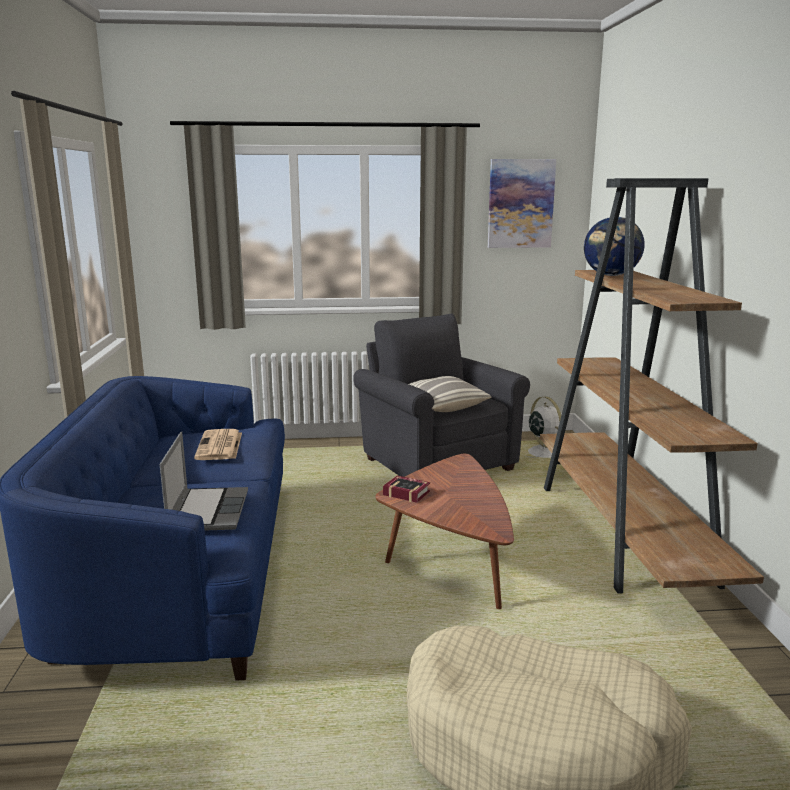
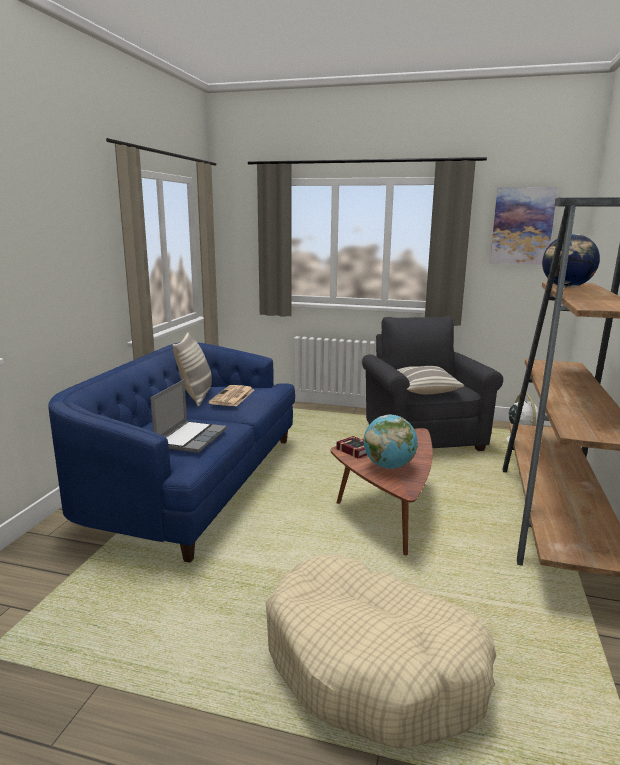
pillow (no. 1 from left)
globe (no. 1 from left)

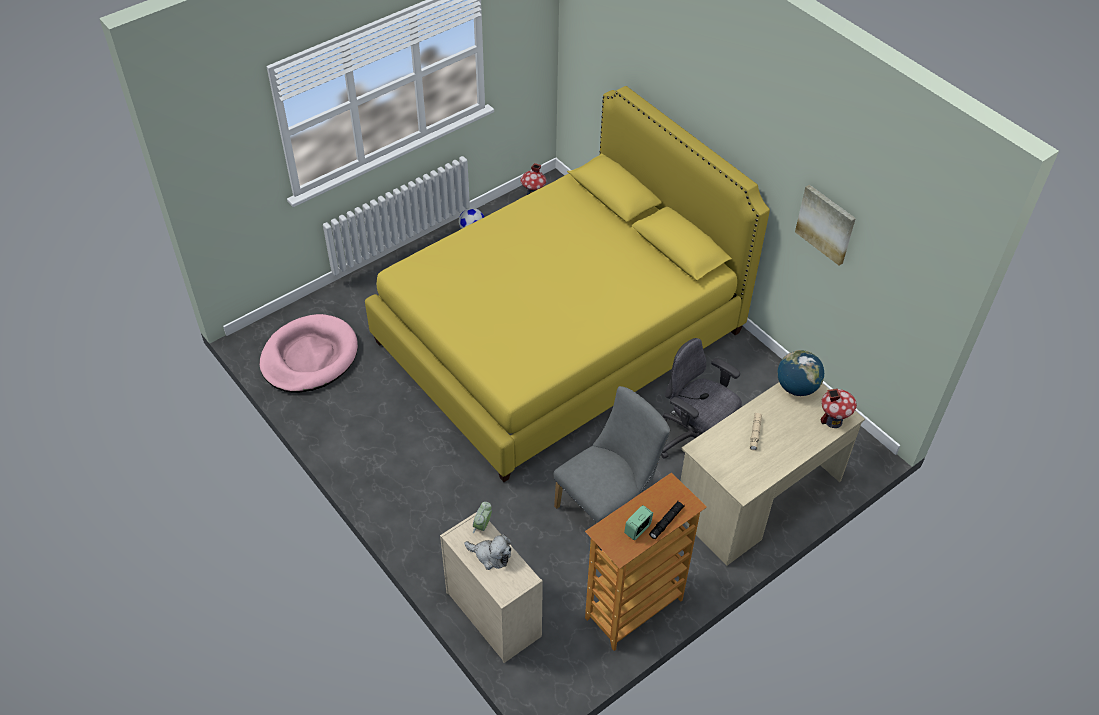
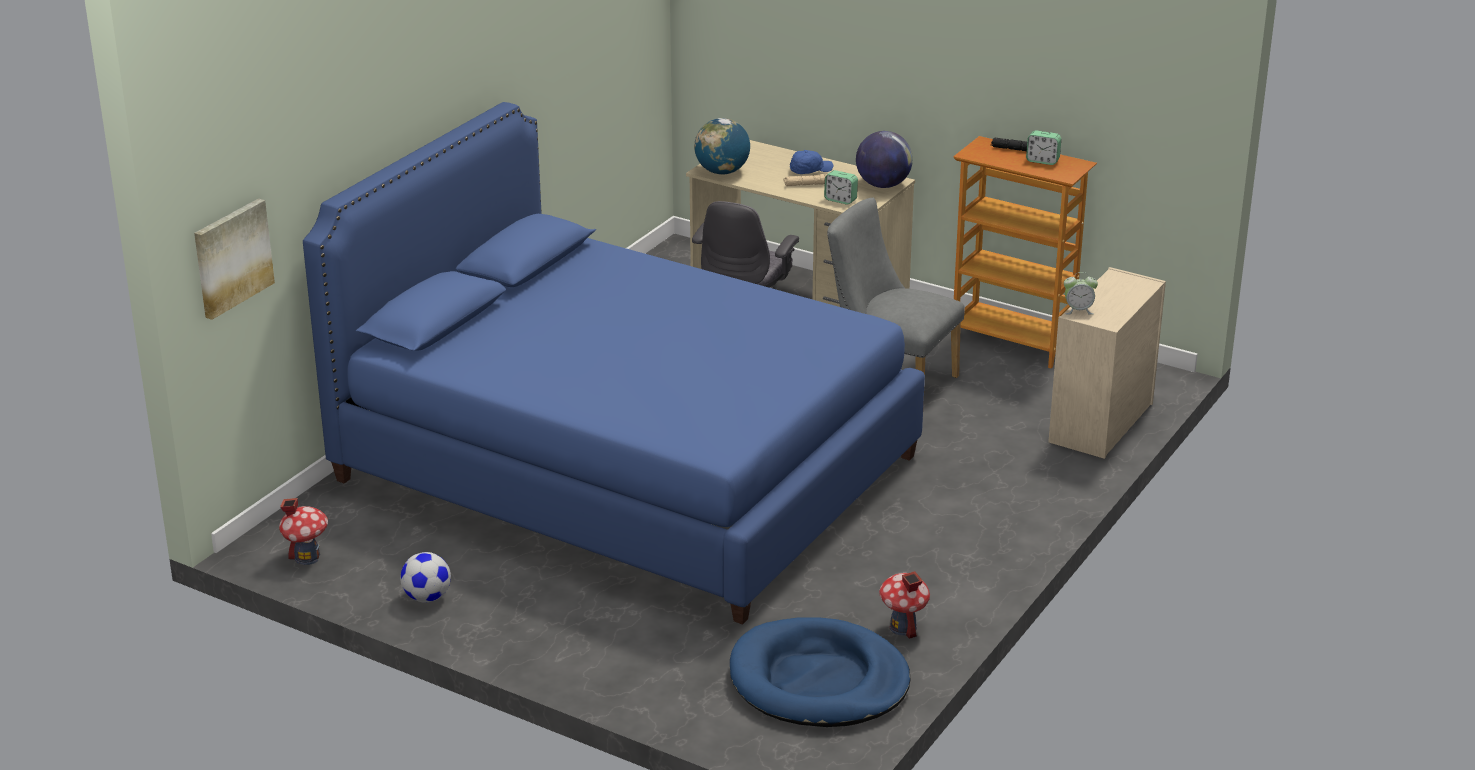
blue dog bed
blue bed
plush toy
picture
toy house (no. 2 from left)
blue cap
alarm clock (no. 1 from left)
globe (no. 2 from left)

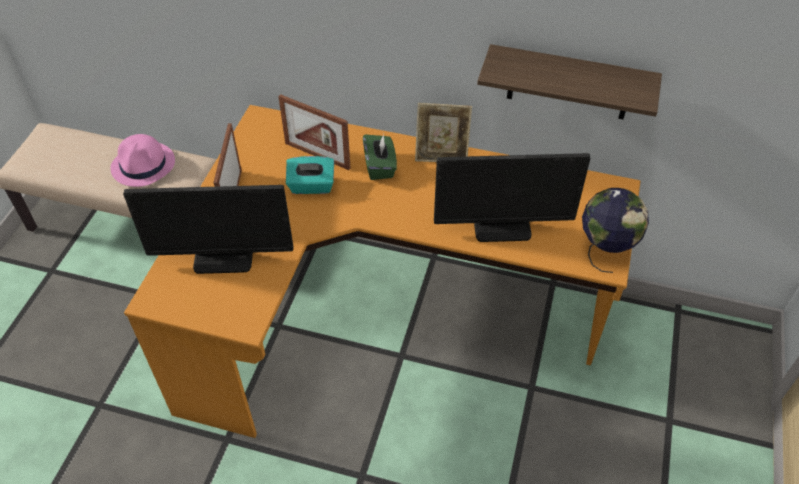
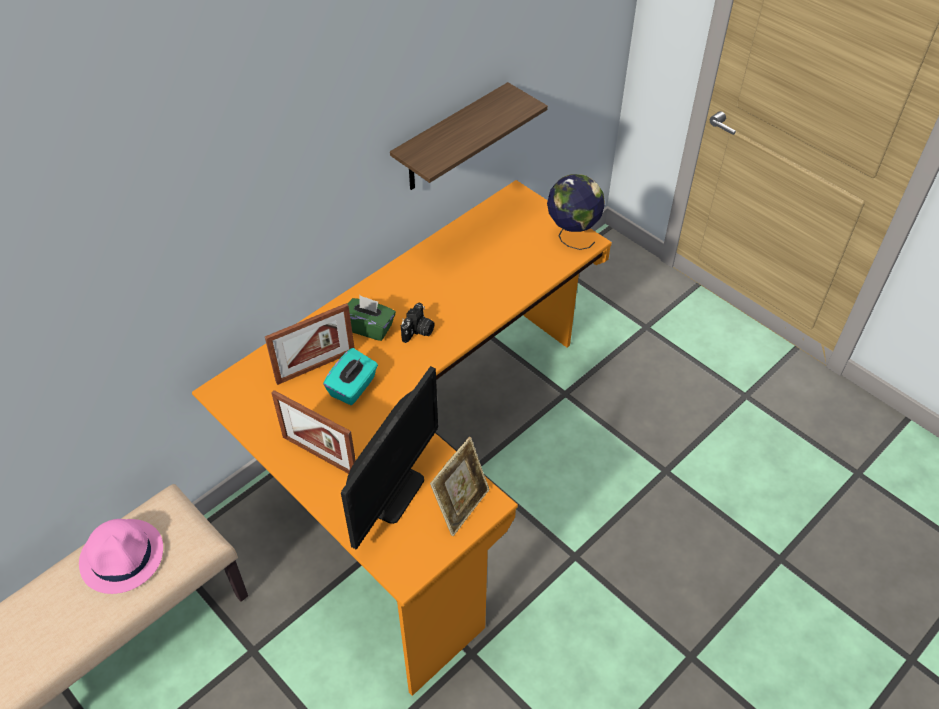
picture frame (no. 3 from left)
monitor (no. 2 from left in the first image)
photo camera

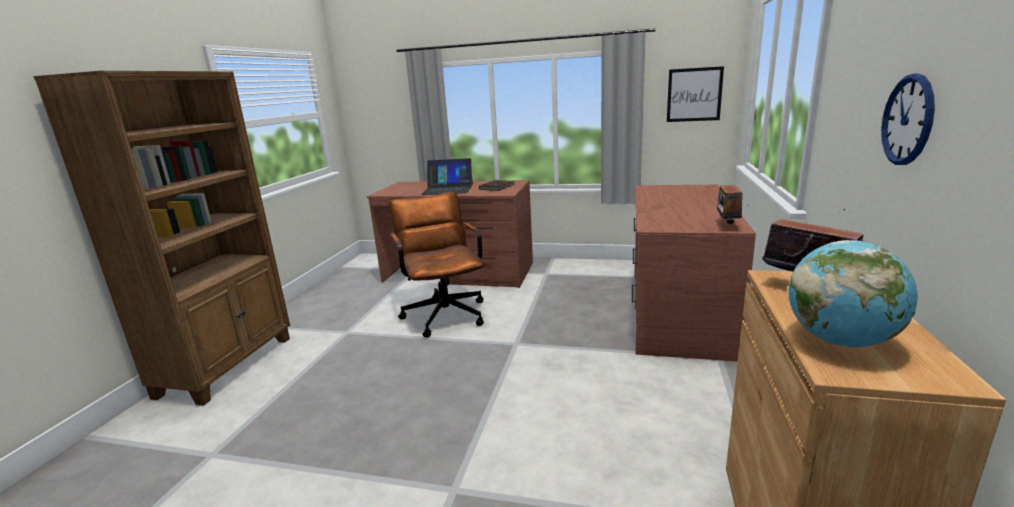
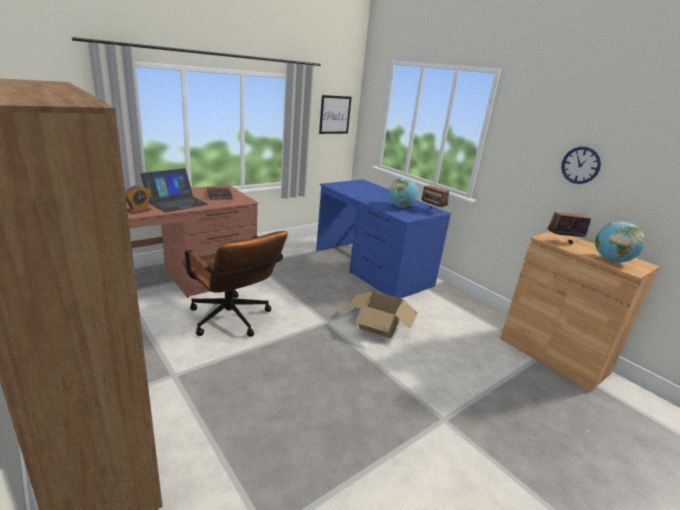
brown office chair
blue desk
alarm clock
cardboard box
globe (no. 1 from left)

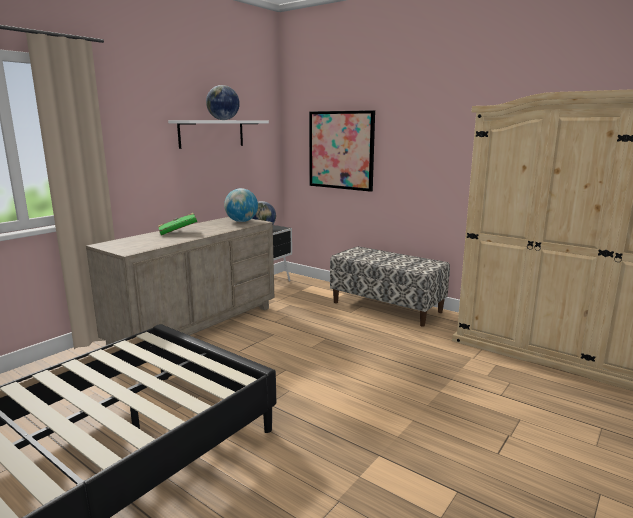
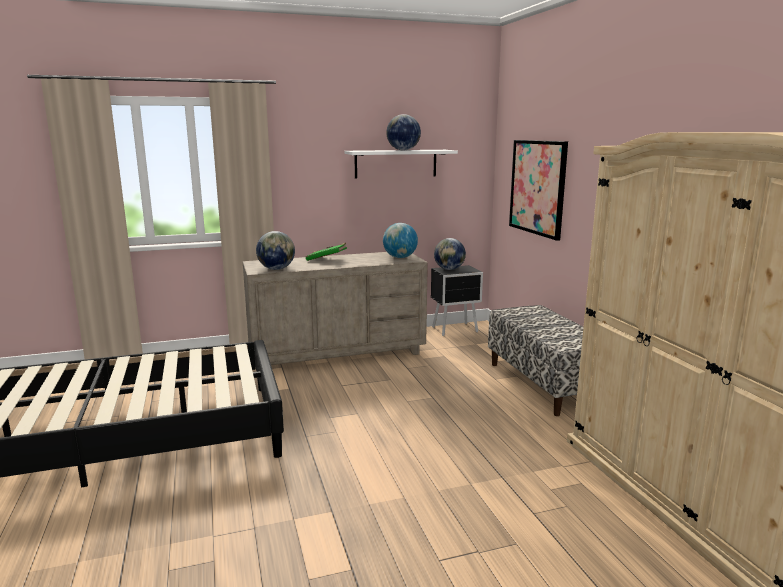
globe (no. 1 from left)

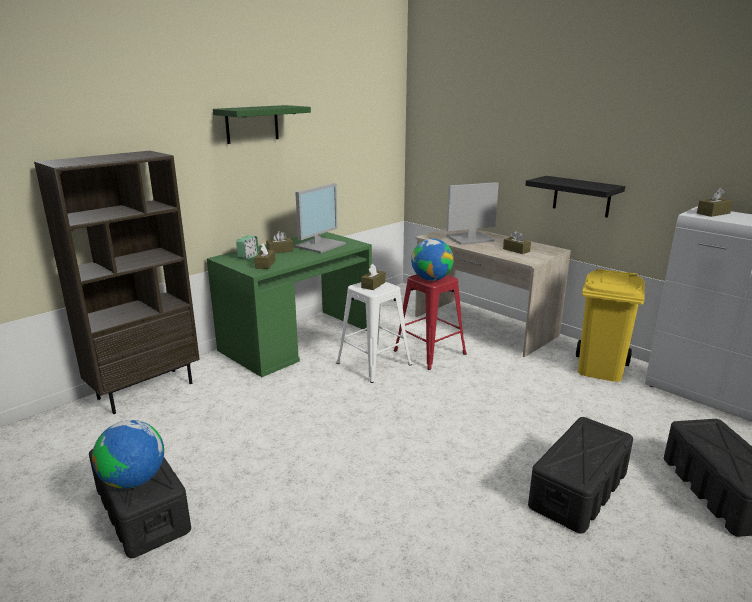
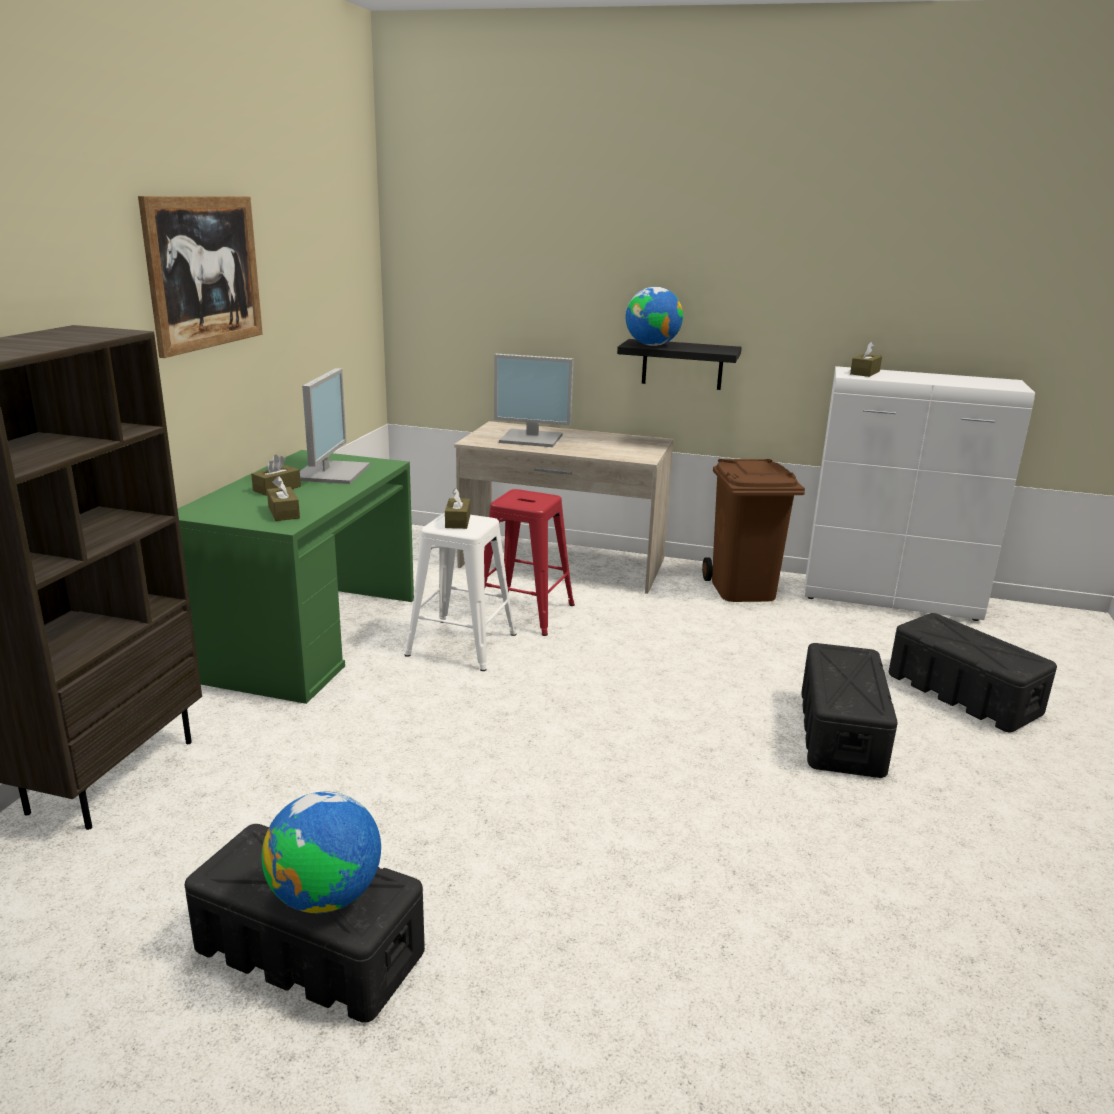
picture
alarm clock
globe (no. 2 from left)
monitor (no. 2 from left)
brown tissue box (no. 4 from left in the first image)
brown trash can

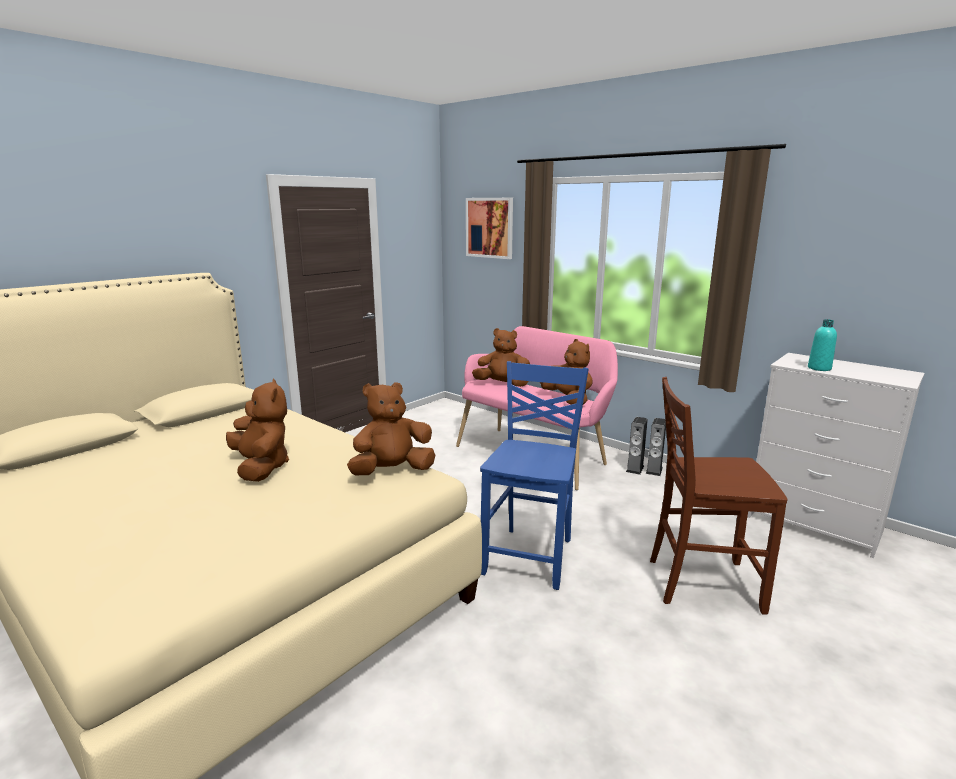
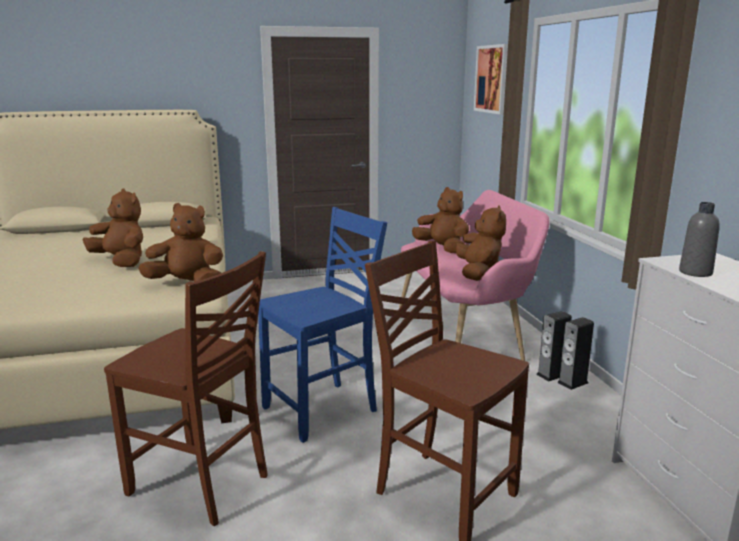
brown plush toy (no. 1 from left)
grey bottle
brown chair (no. 1 from left)

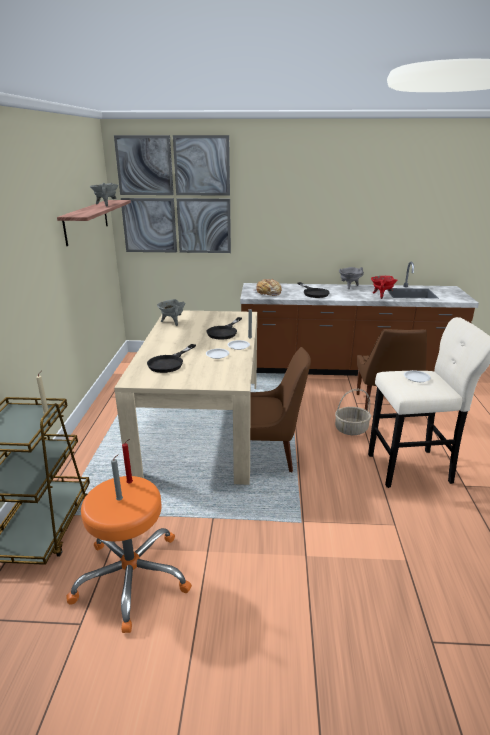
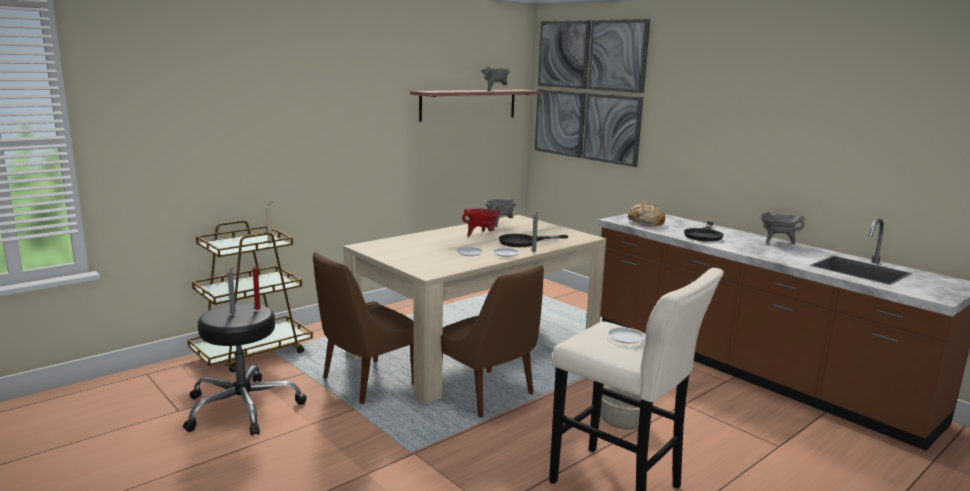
black stool
black frying pan (no. 1 from left in the first image)
brown chair (no. 1 from left)
red cooking pot

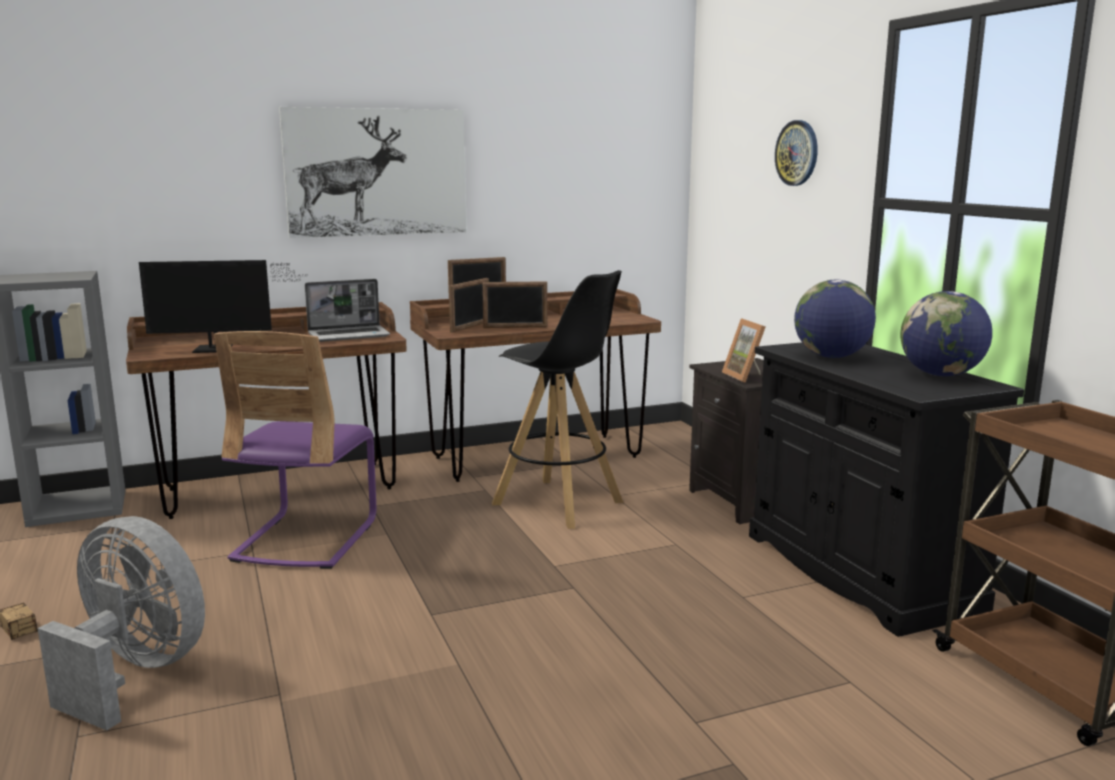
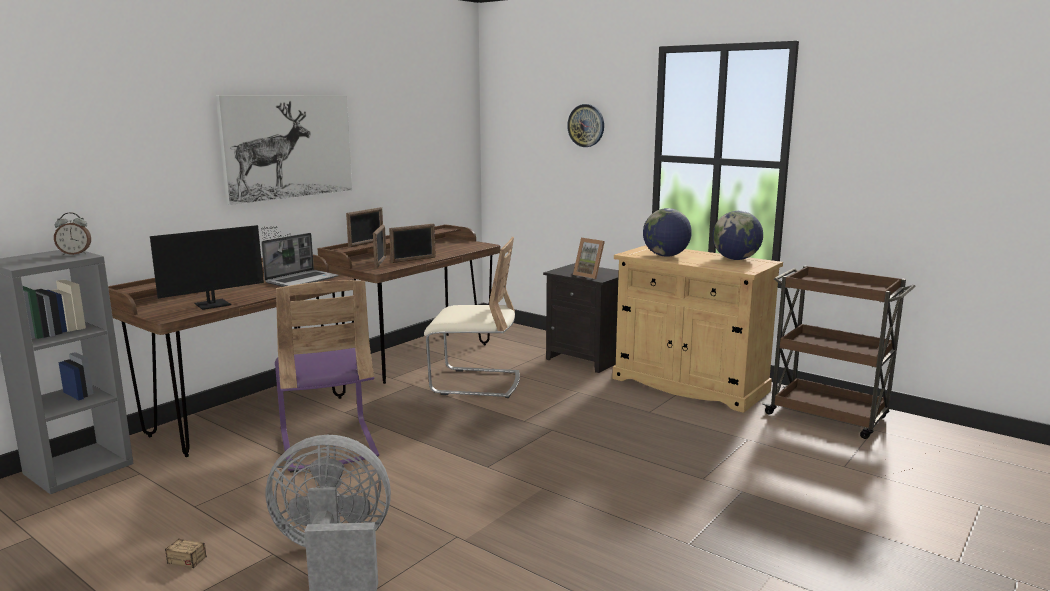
beige chair
beige cabinet
alarm clock

